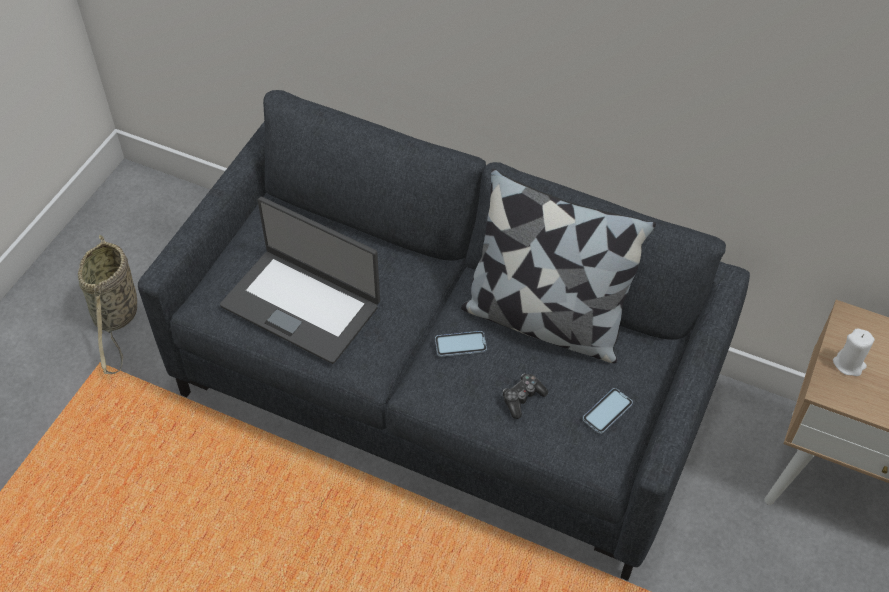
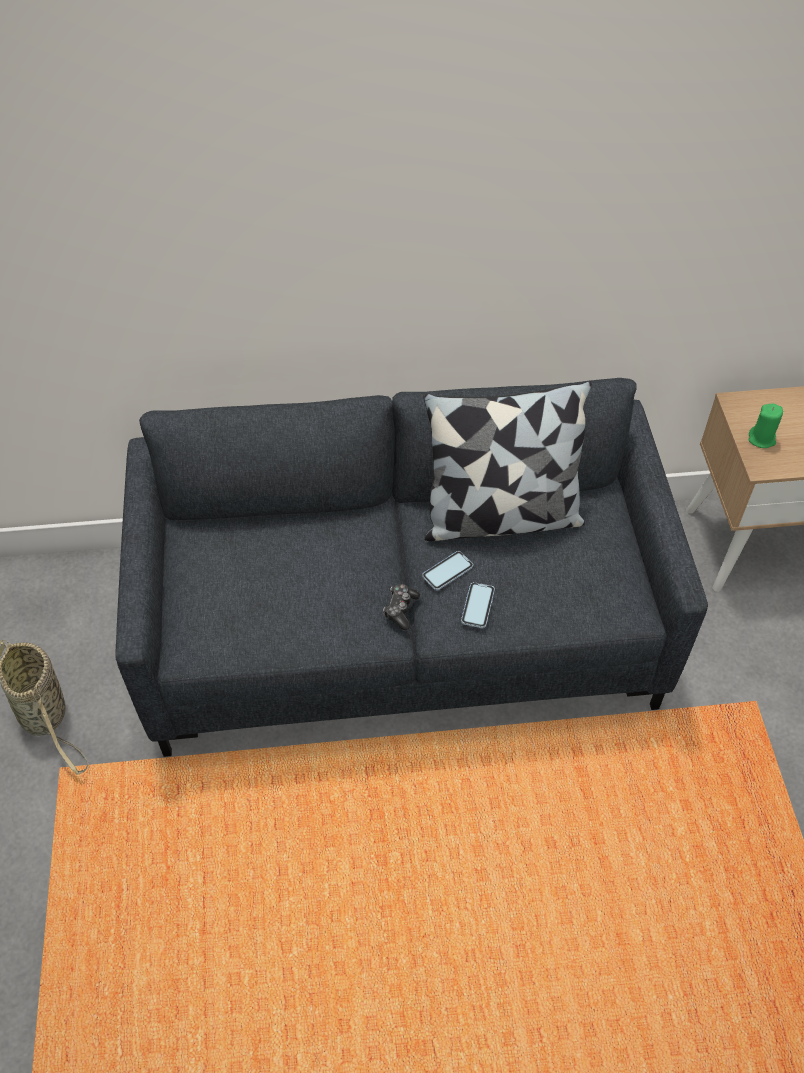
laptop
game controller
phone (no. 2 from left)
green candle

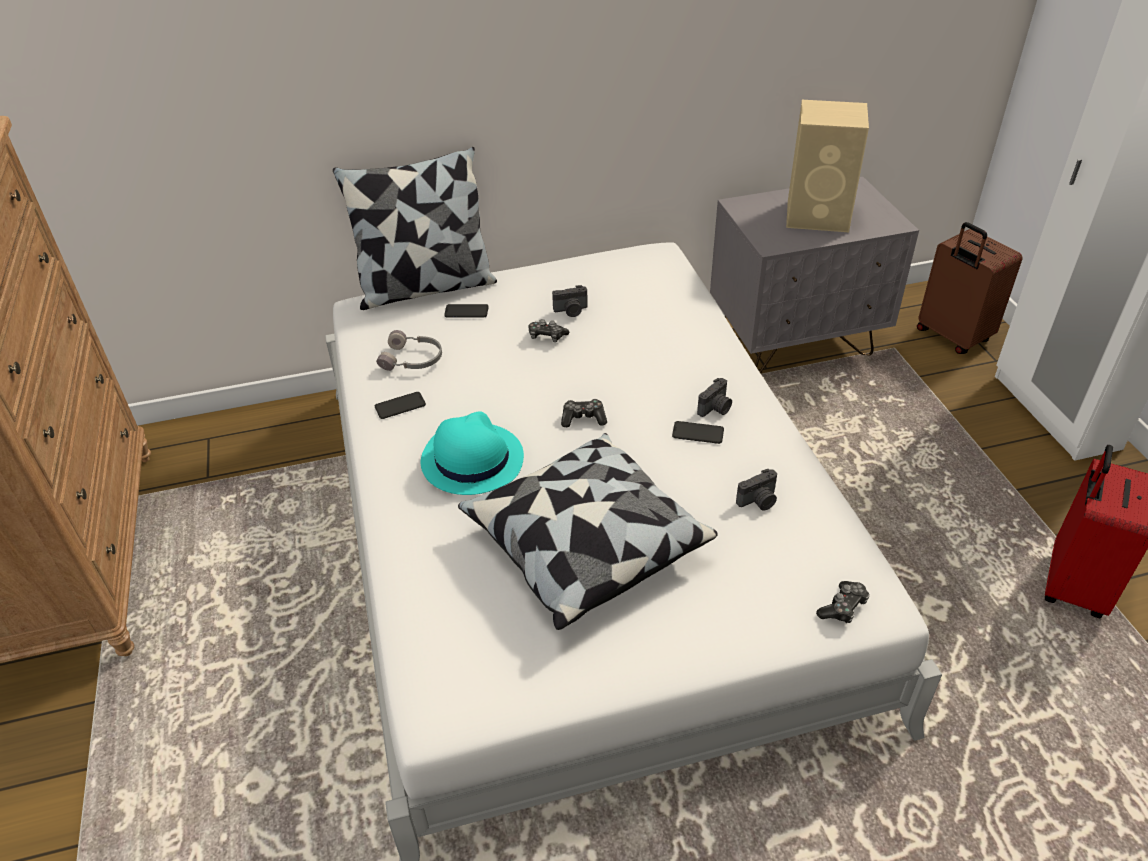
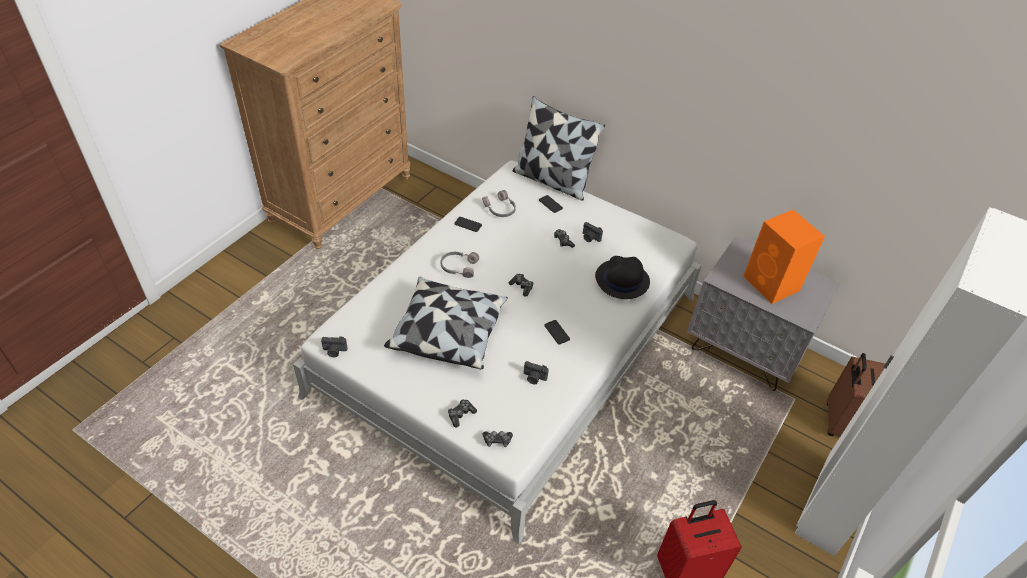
grey headphones (no. 1 from left)
photo camera (no. 1 from left)
orange speaker
game controller (no. 1 from left)
black hat

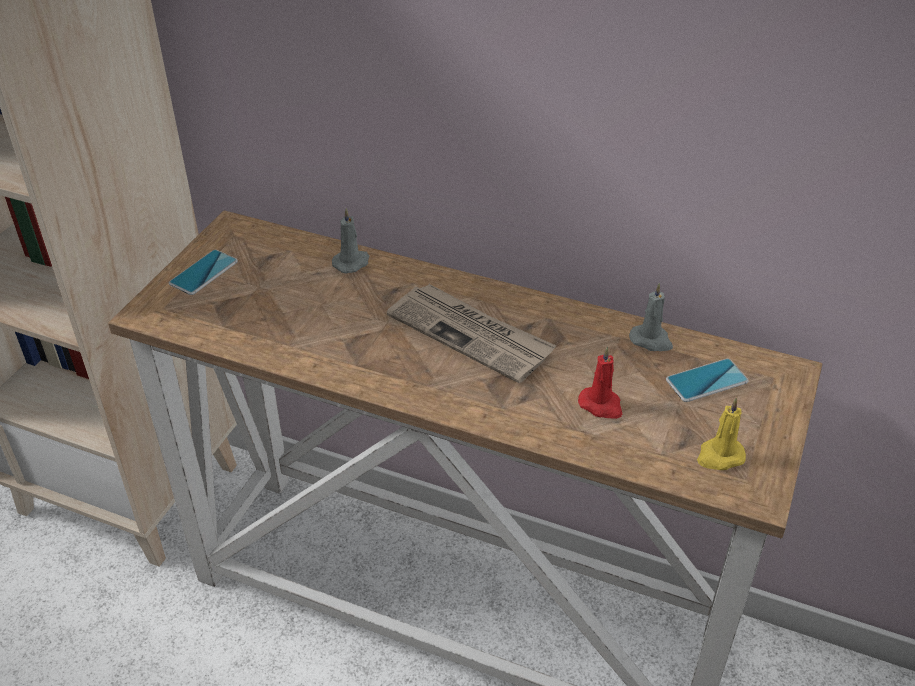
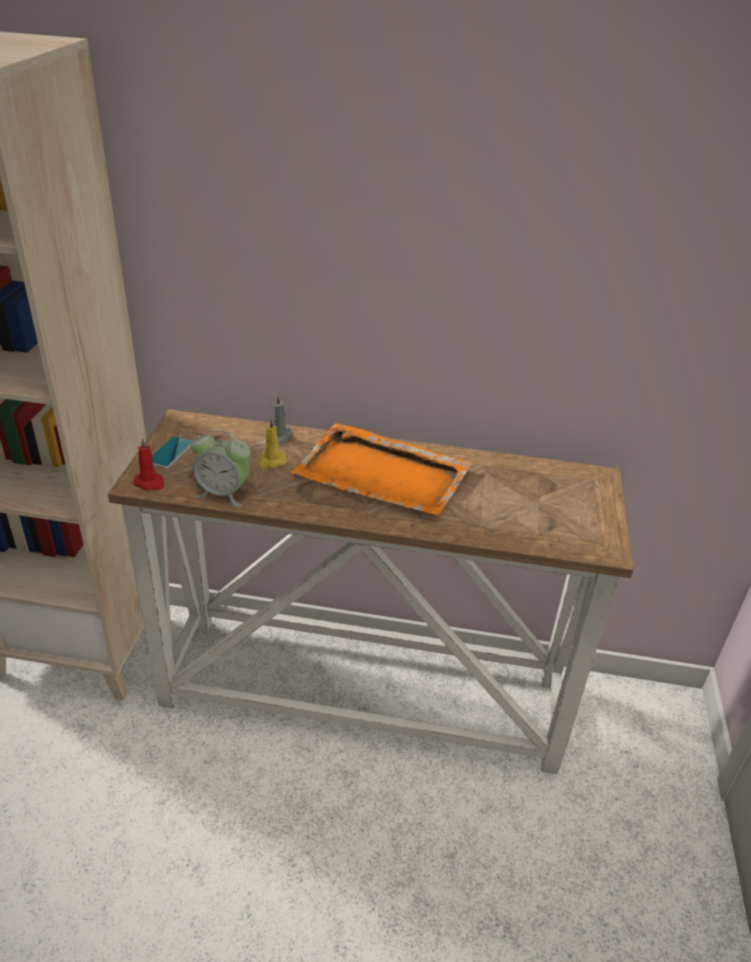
orange tray
red candle
grey candle (no. 2 from left in the first image)
phone (no. 2 from left in the first image)
yellow candle
alarm clock

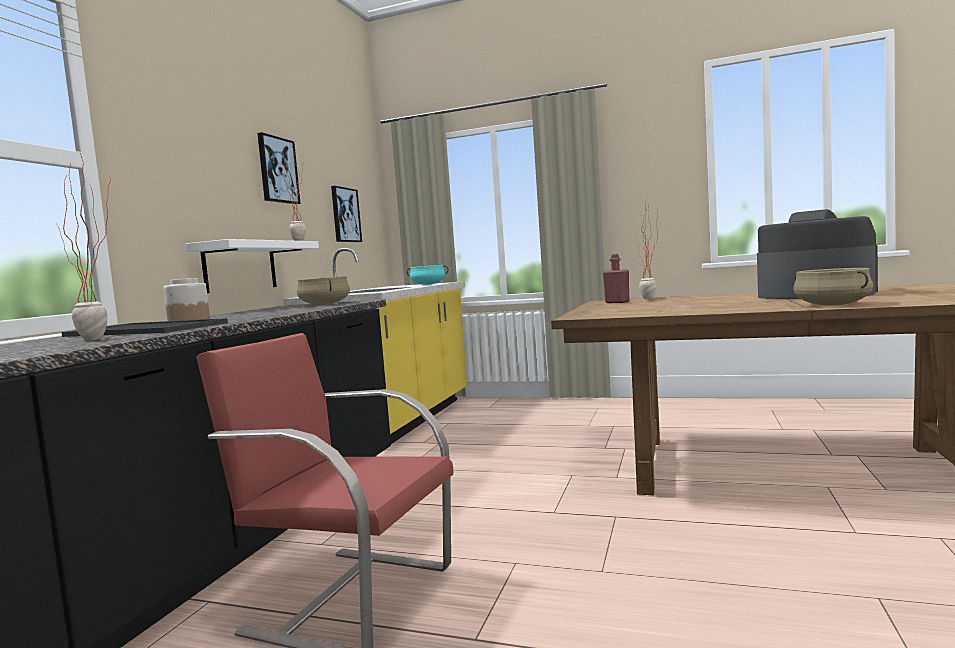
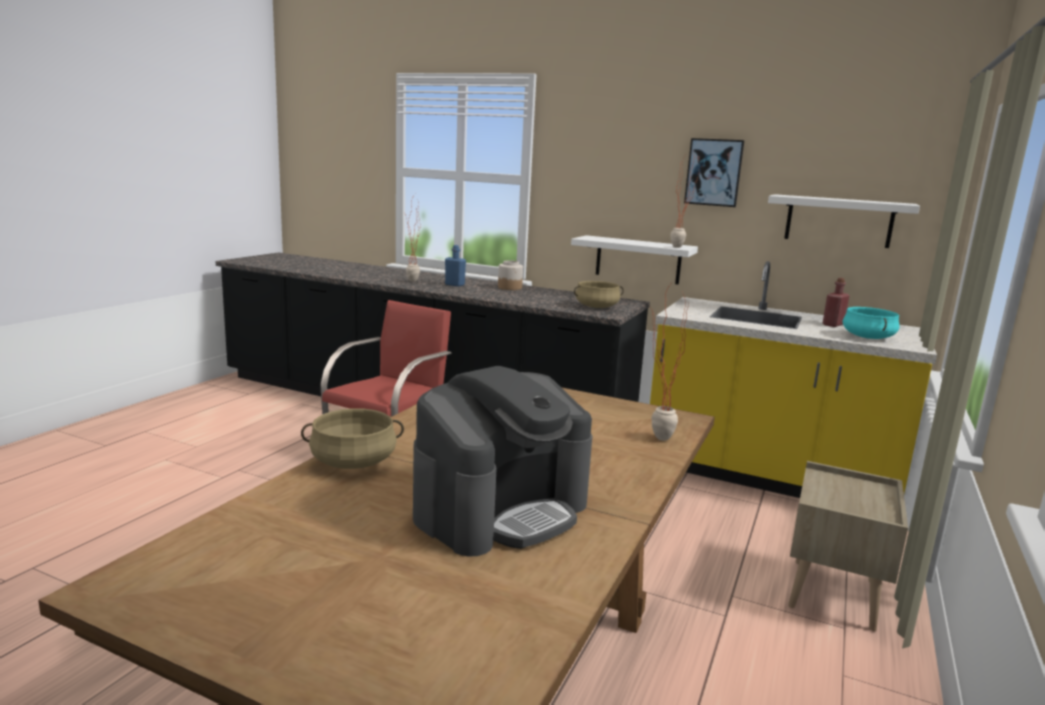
blue bottle
white shelf (no. 2 from left)
red bottle
beige nightstand

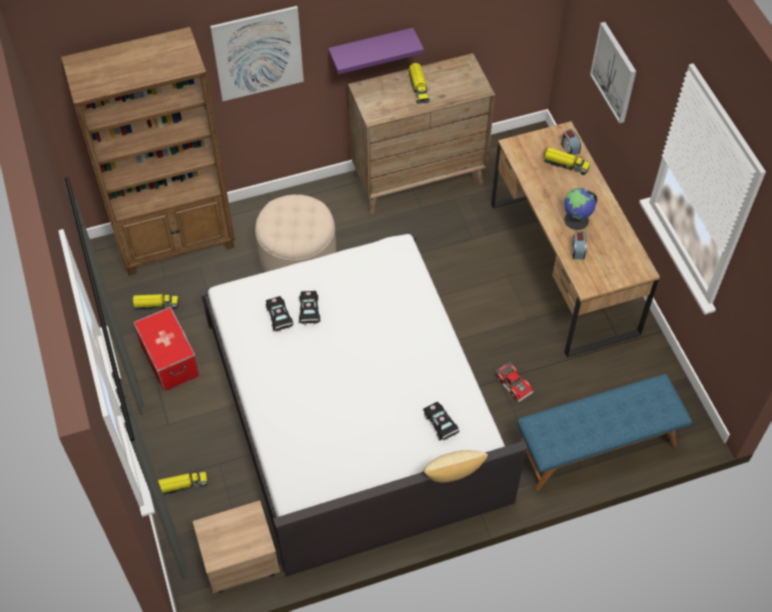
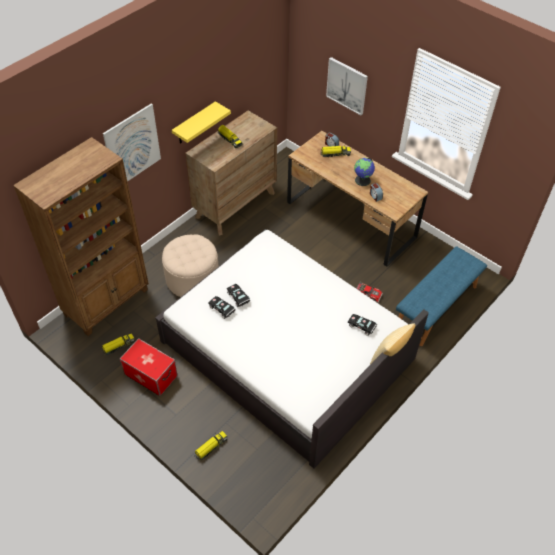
beige nightstand
yellow shelf

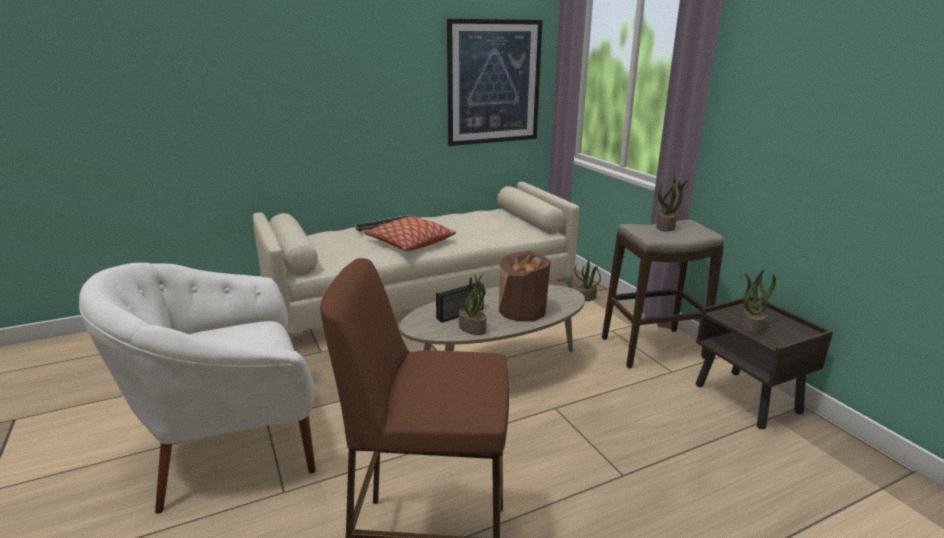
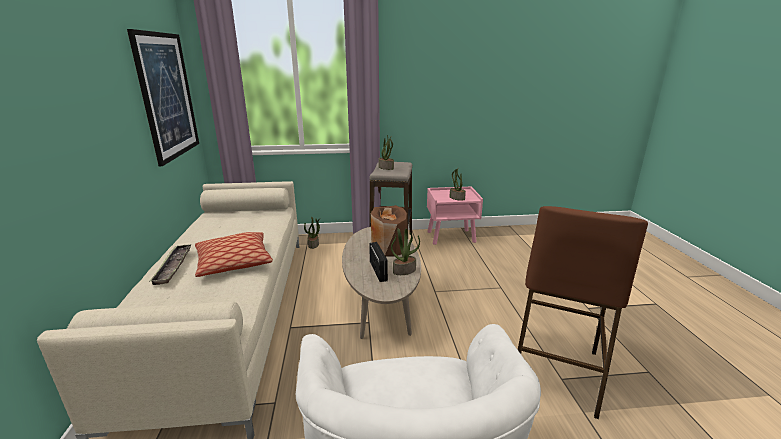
pink nightstand

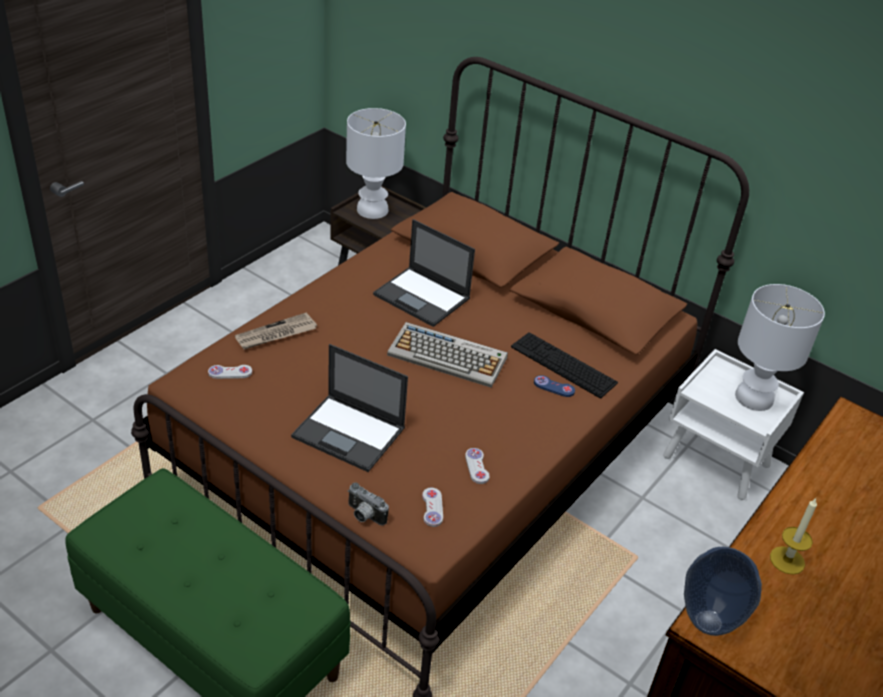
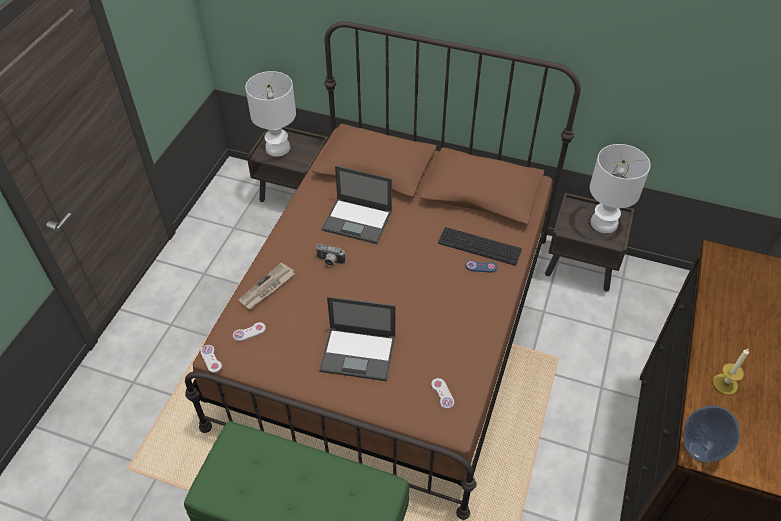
photo camera
keyboard (no. 1 from left in the first image)
white game controller (no. 1 from left)
brown nightstand (no. 2 from left)

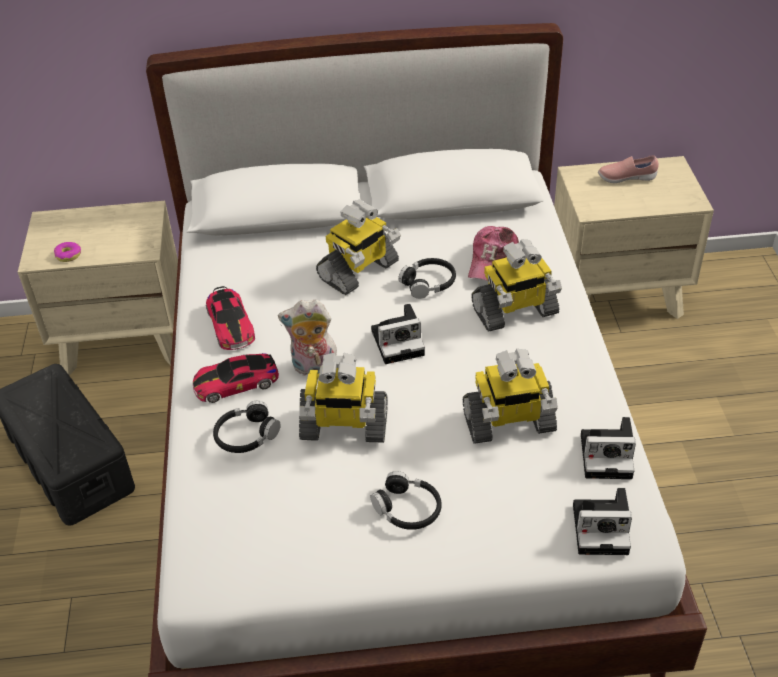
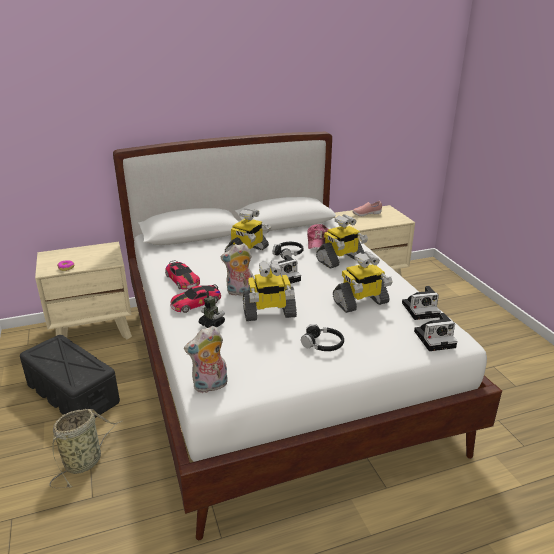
toy robot (no. 1 from left)
basket
plush toy (no. 1 from left)

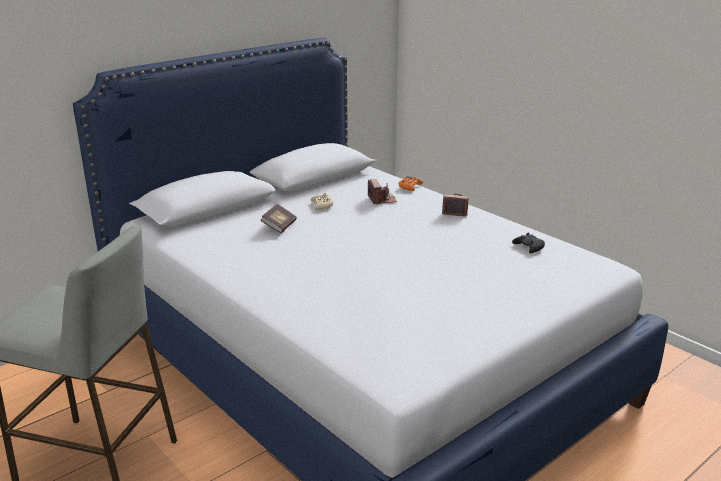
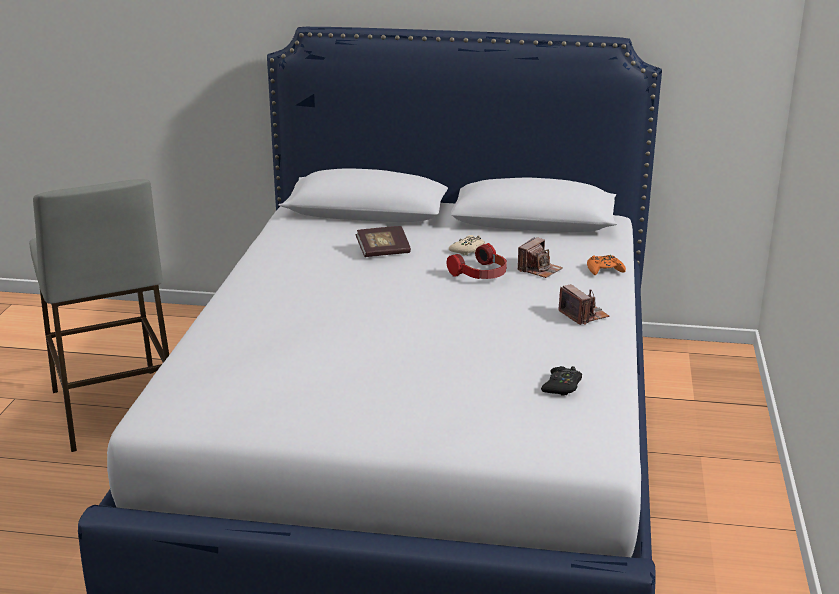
headphones

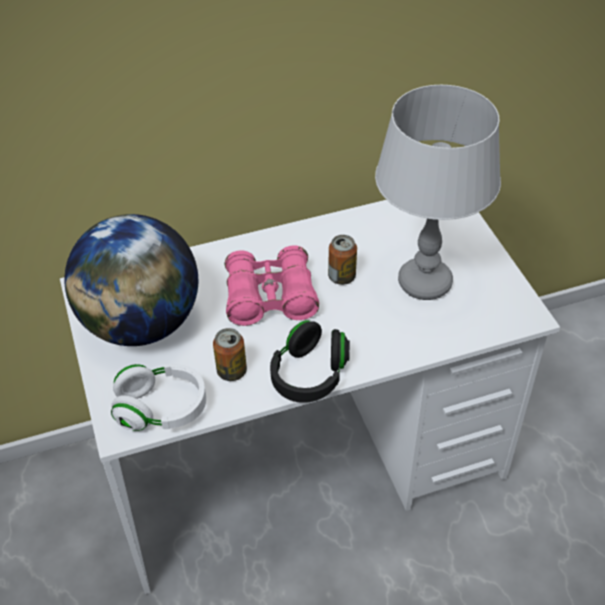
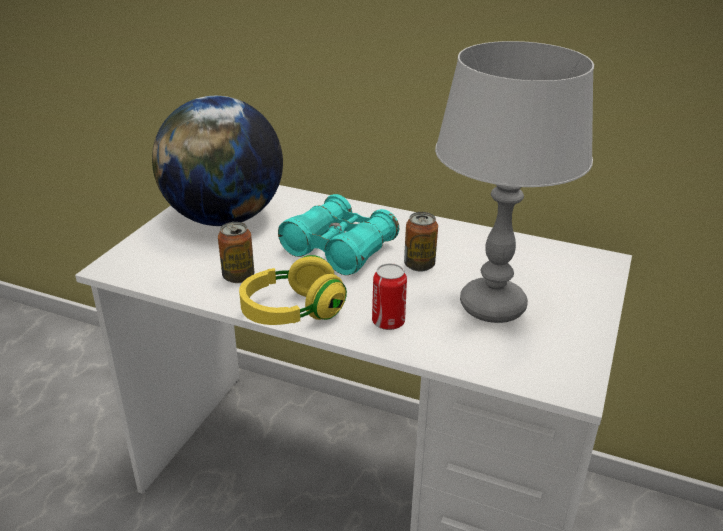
white headphones
turquoise binoculars
yellow headphones
can (no. 2 from left)

